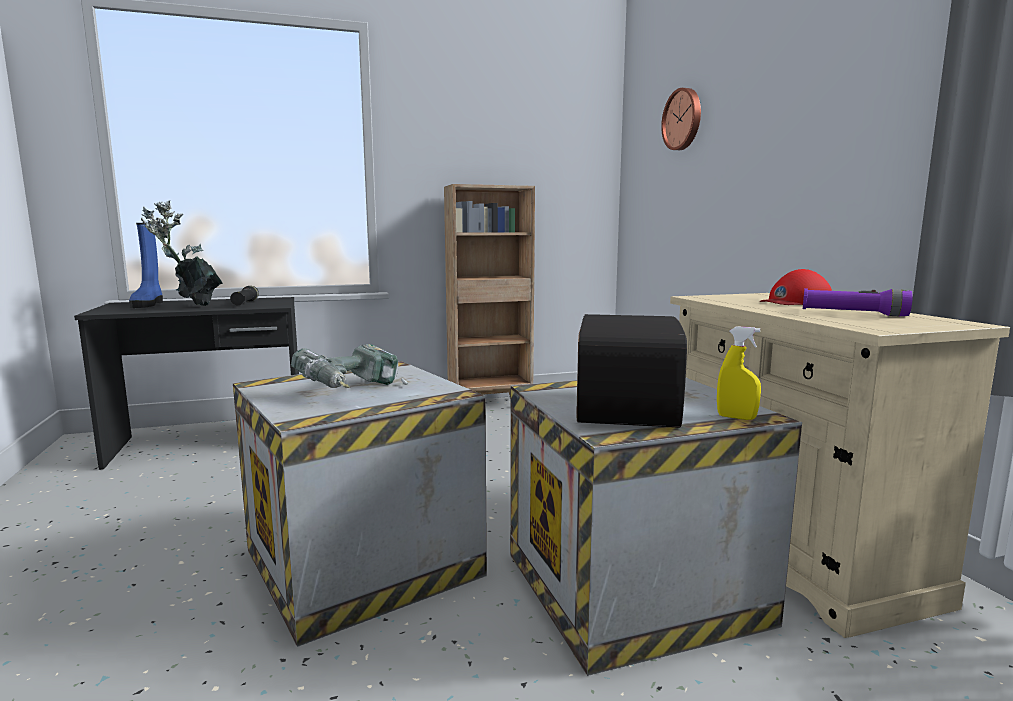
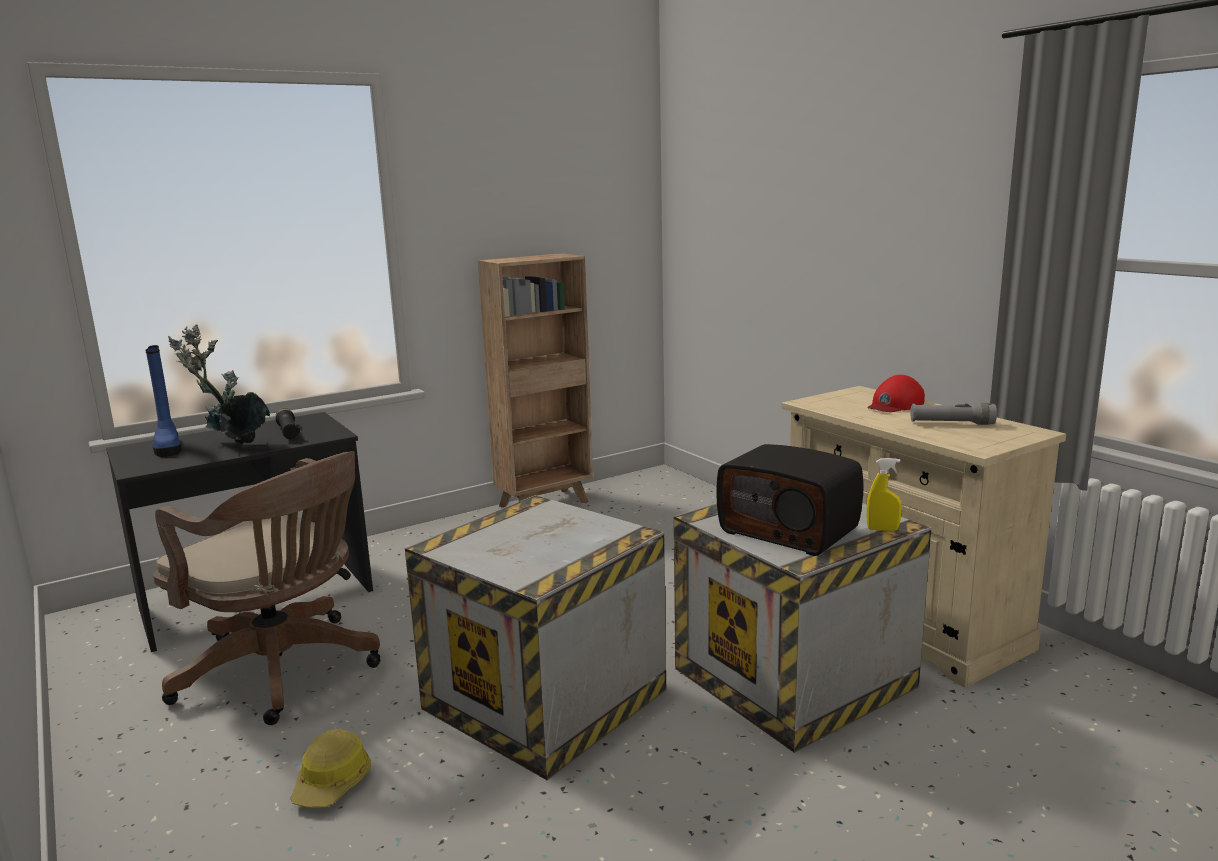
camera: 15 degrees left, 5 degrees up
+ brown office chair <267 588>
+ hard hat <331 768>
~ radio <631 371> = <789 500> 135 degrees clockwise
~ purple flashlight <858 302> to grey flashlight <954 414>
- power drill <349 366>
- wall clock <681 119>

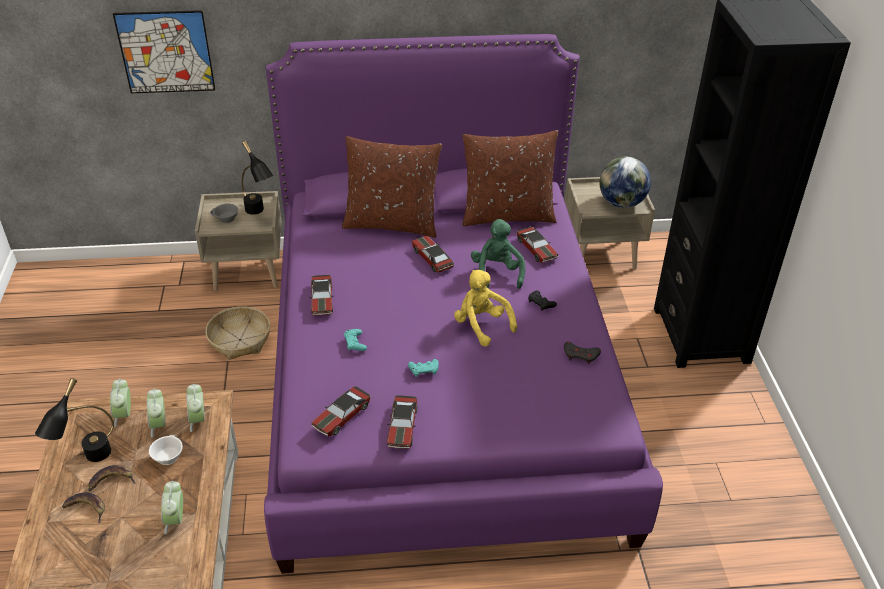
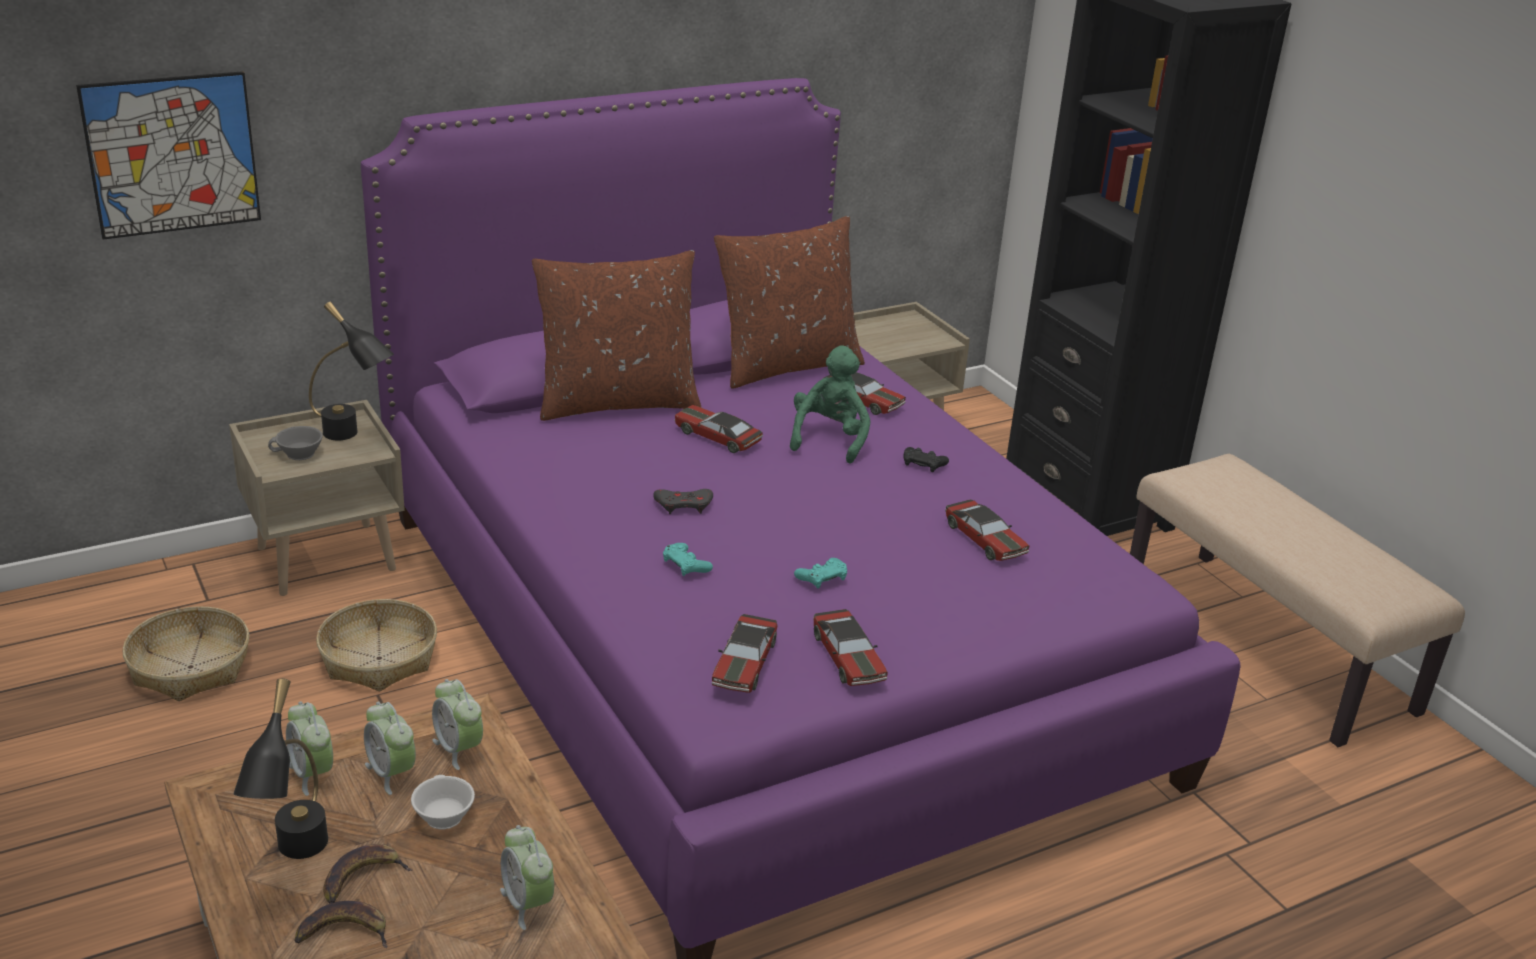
camera: 25 degrees left, 10 degrees down
+ basket <186 653>
~ grey game controller <582 353> to <683 501>
~ green plush toy <498 254> = <830 404> 45 degrees clockwise
~ toy car <321 295> to <987 530>
+ beige bench <1297 600>
- yellow plush toy <485 308>
- globe <625 182>

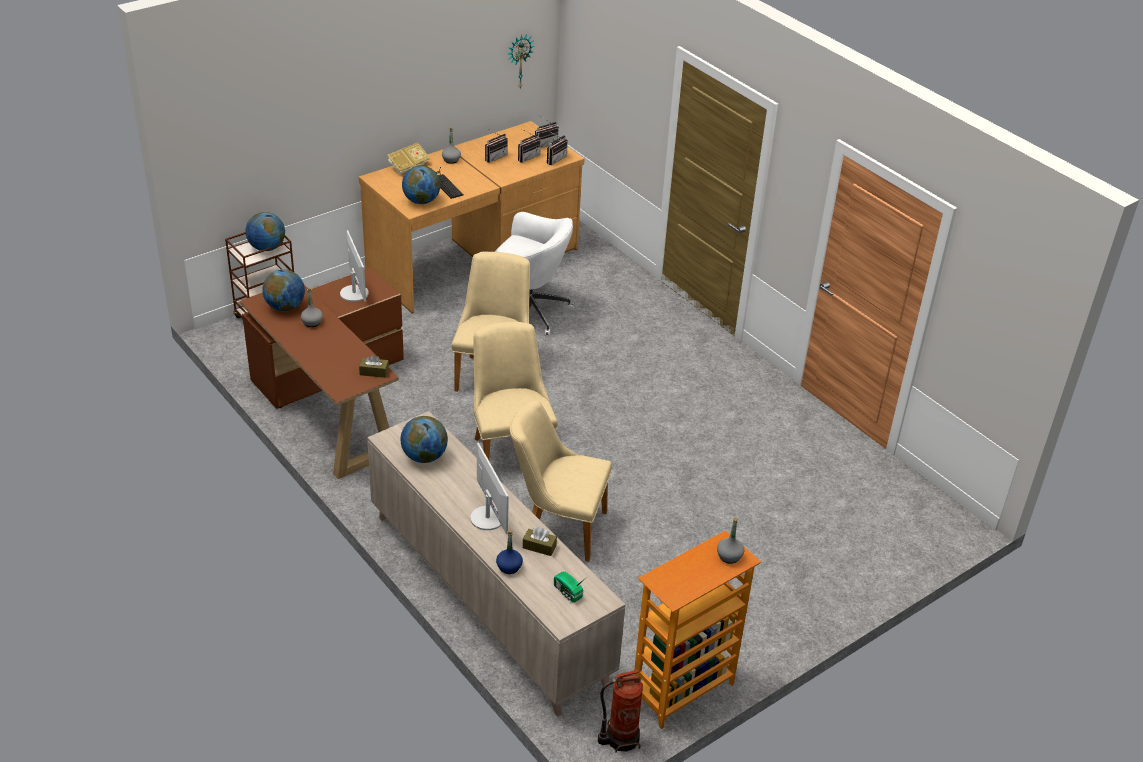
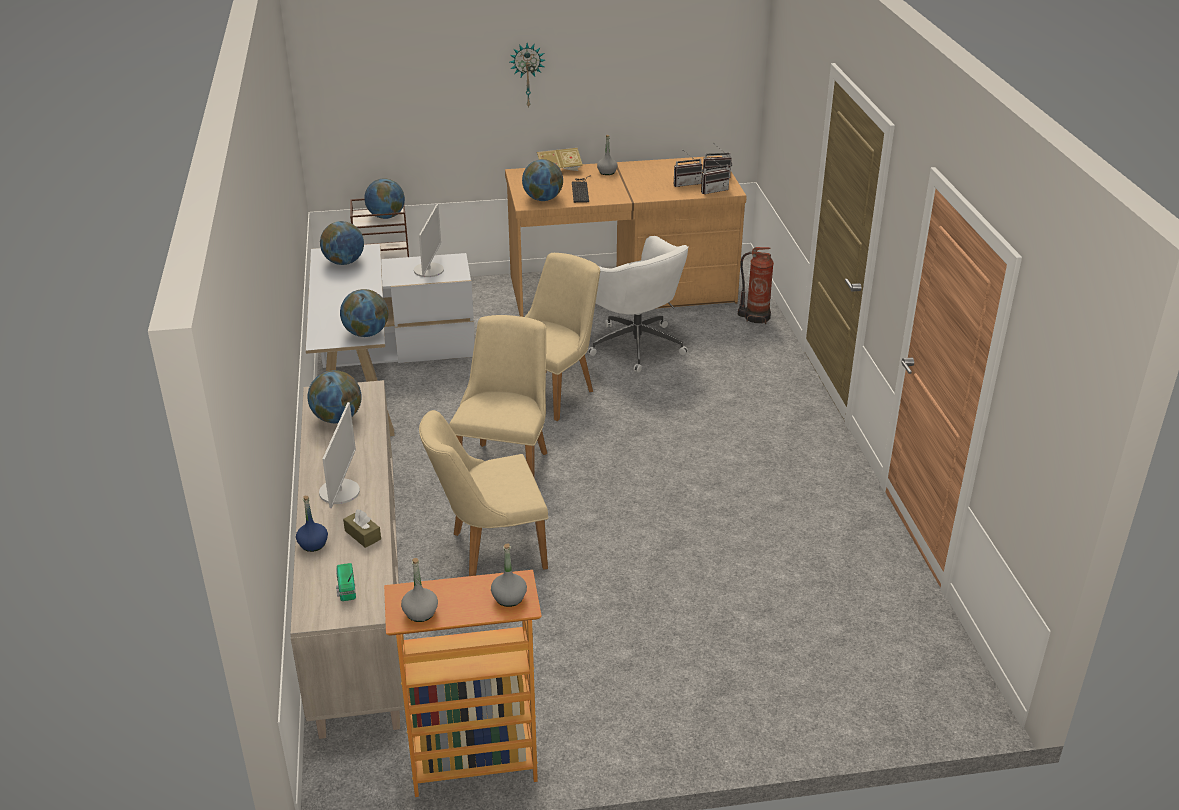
camera: 30 degrees right, 5 degrees down
~ brown desk <322 373> to white desk <390 340>
~ brown tissue box <374 366> to globe <364 313>
~ grey bottle <312 307> to <419 590>
~ beige chair <561 481> = <484 493> 60 degrees counterclockwise
~ wall clock <521 61> to <527 75>
~ fire extinguisher <620 711> to <756 285>
- radio <496 146>

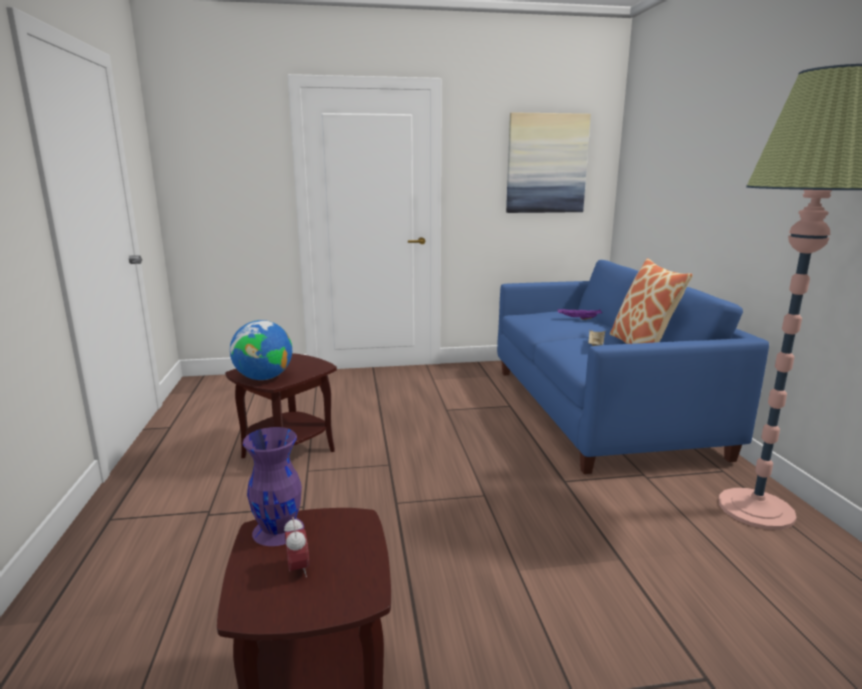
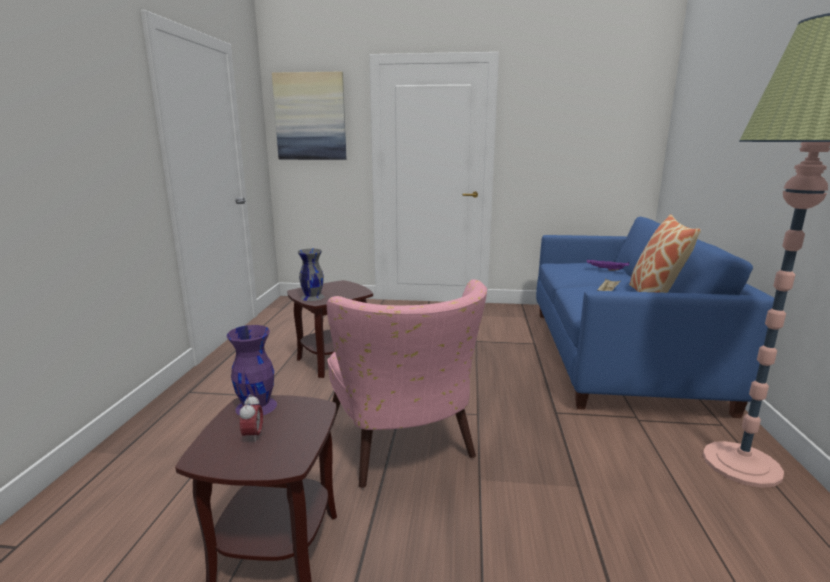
camera: 15 degrees right, 0 degrees up
~ picture <548 162> to <309 116>
~ globe <261 350> to grey vase <311 275>
+ pink armchair <407 383>

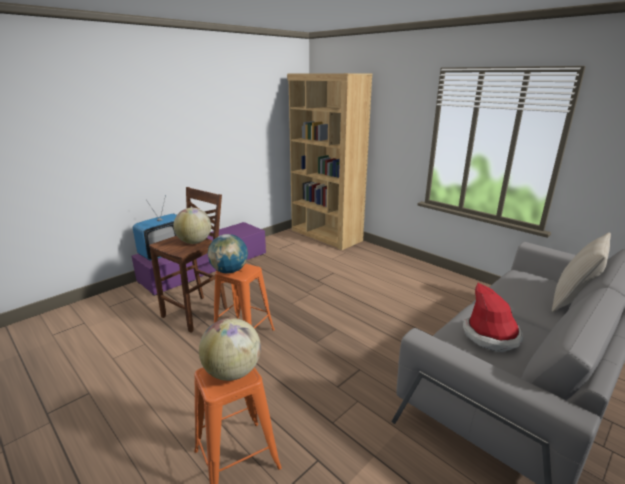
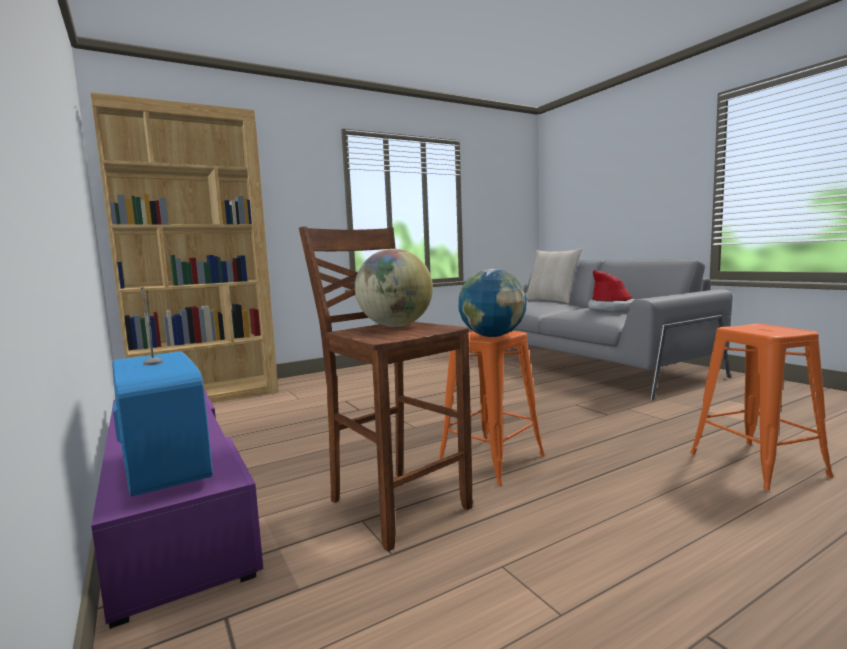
camera: 75 degrees left, 15 degrees down
- globe <230 349>

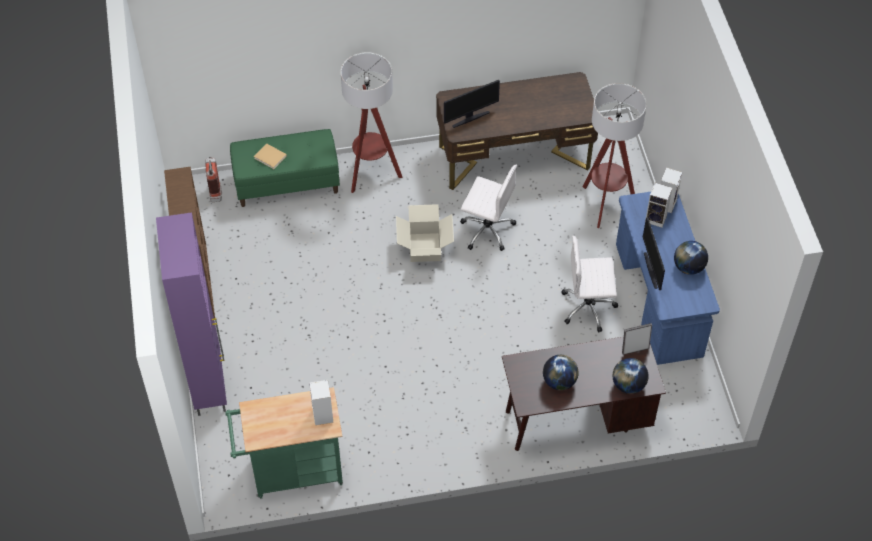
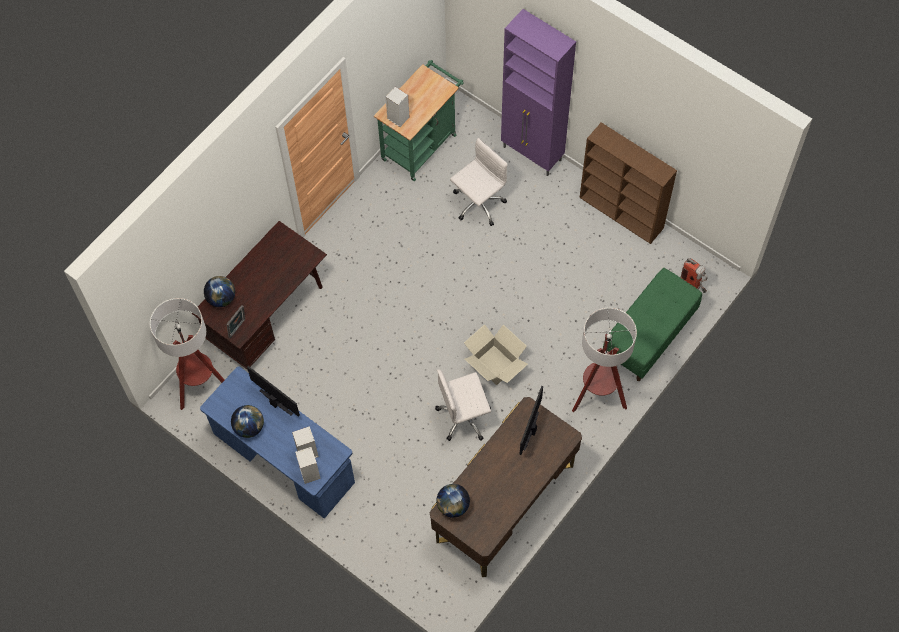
camera: 140 degrees right, 10 degrees up
~ floor lamp <615 155> to <187 354>
~ globe <561 372> to <453 501>
~ white office chair <589 284> to <478 182>
- beige book <270 156>

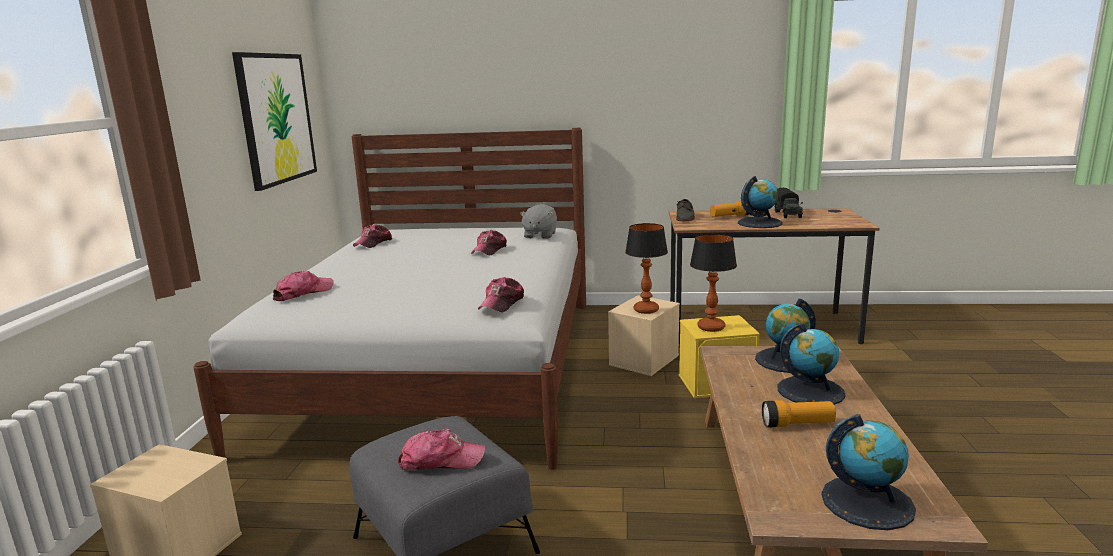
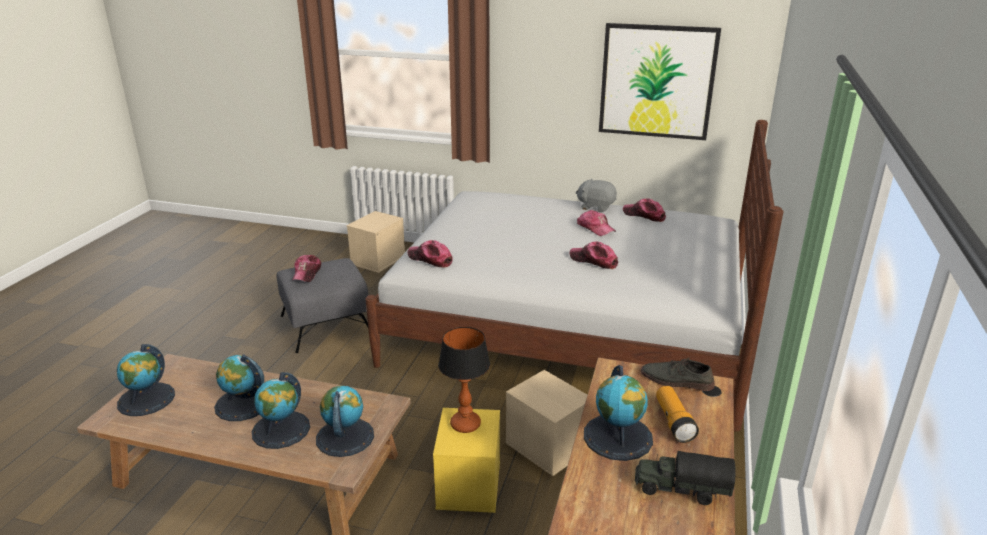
camera: 100 degrees right, 10 degrees up
~ flashlight <799 413> to globe <239 387>
~ grey plush toy <538 221> to <596 196>
~ cap <303 286> to <596 223>
- table lamp <646 268>

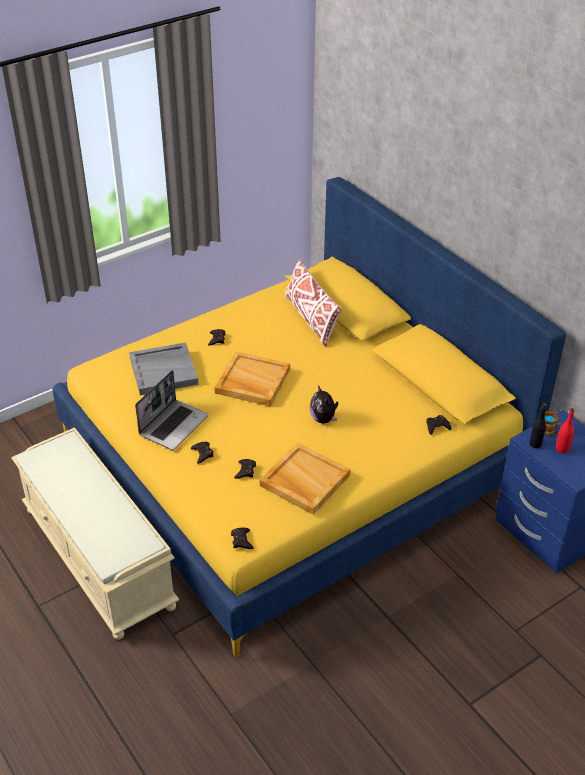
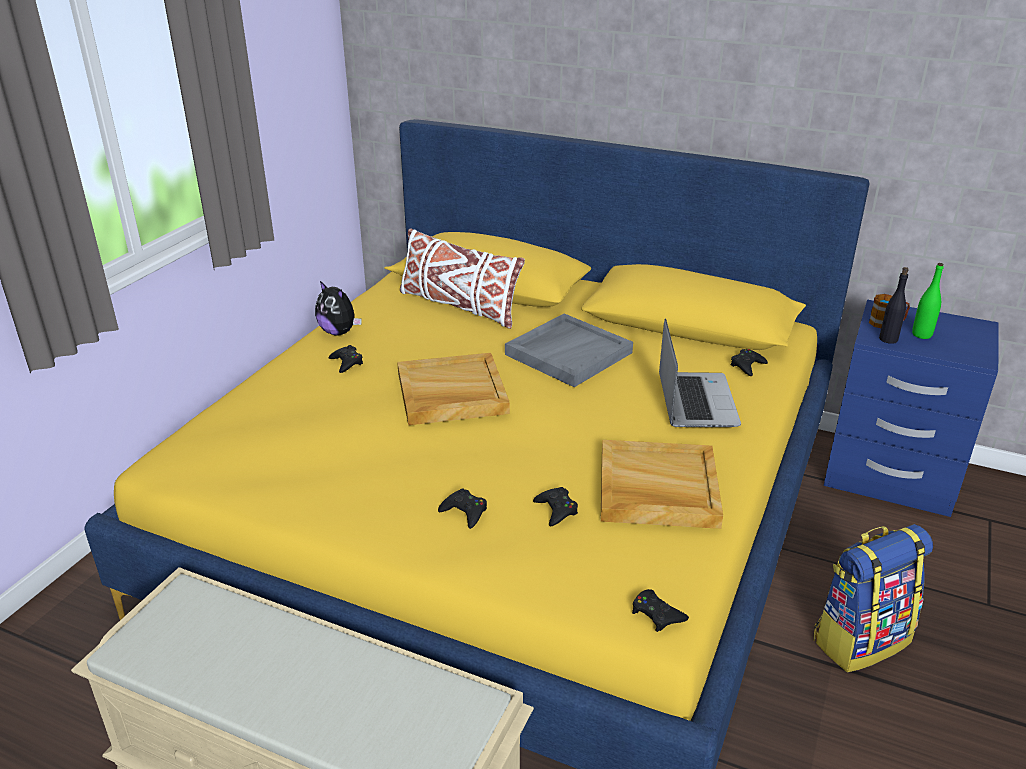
camera: 30 degrees left, 10 degrees down
~ plush toy <324 404> to <338 308>
~ grey tray <164 368> to <569 350>
~ laptop <171 410> to <700 372>
+ backpack <873 598>
~ red bottle <565 431> to green bottle <928 301>

